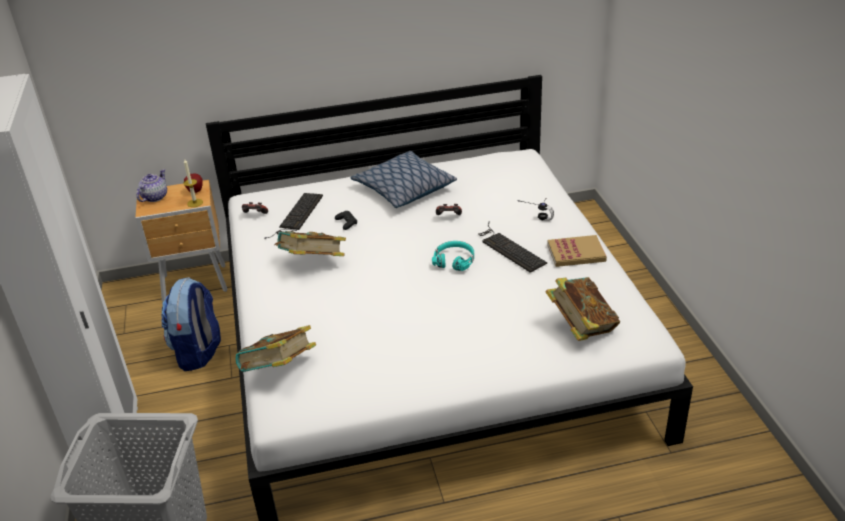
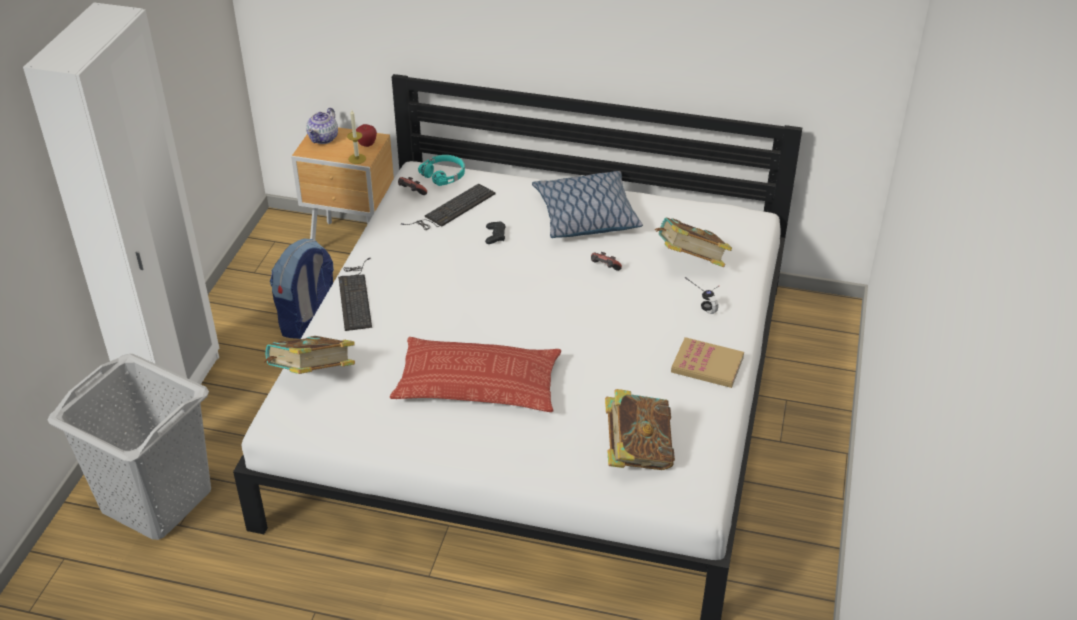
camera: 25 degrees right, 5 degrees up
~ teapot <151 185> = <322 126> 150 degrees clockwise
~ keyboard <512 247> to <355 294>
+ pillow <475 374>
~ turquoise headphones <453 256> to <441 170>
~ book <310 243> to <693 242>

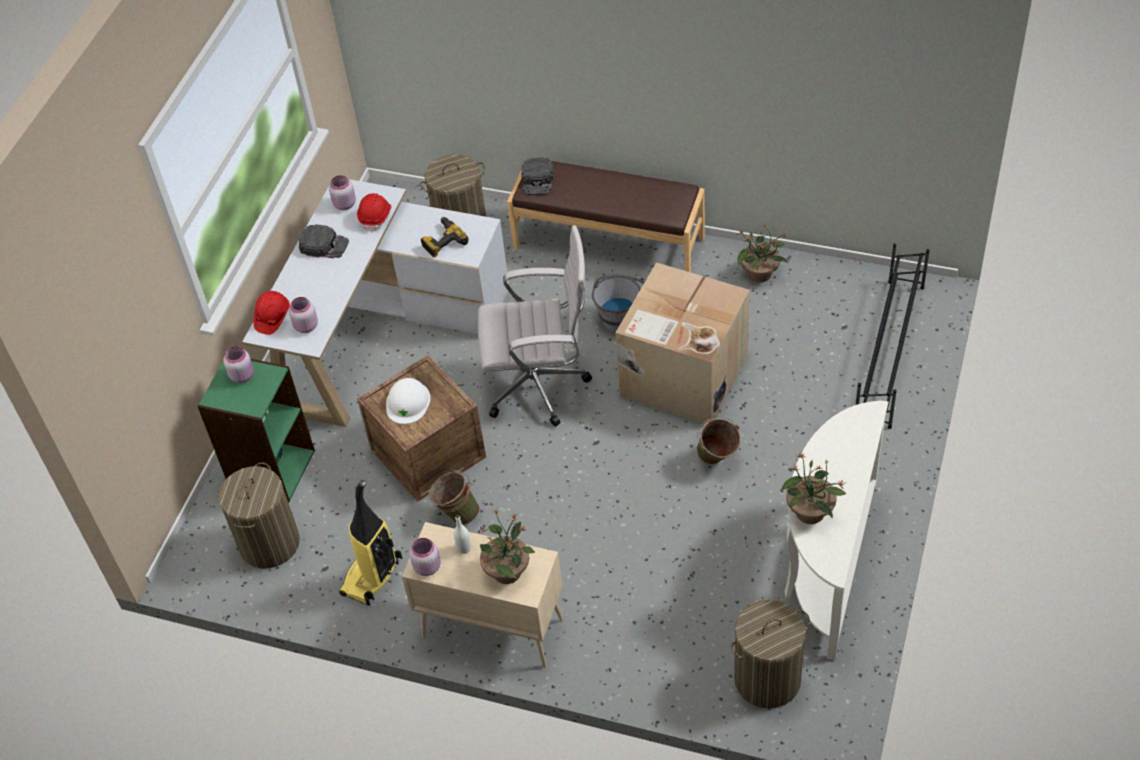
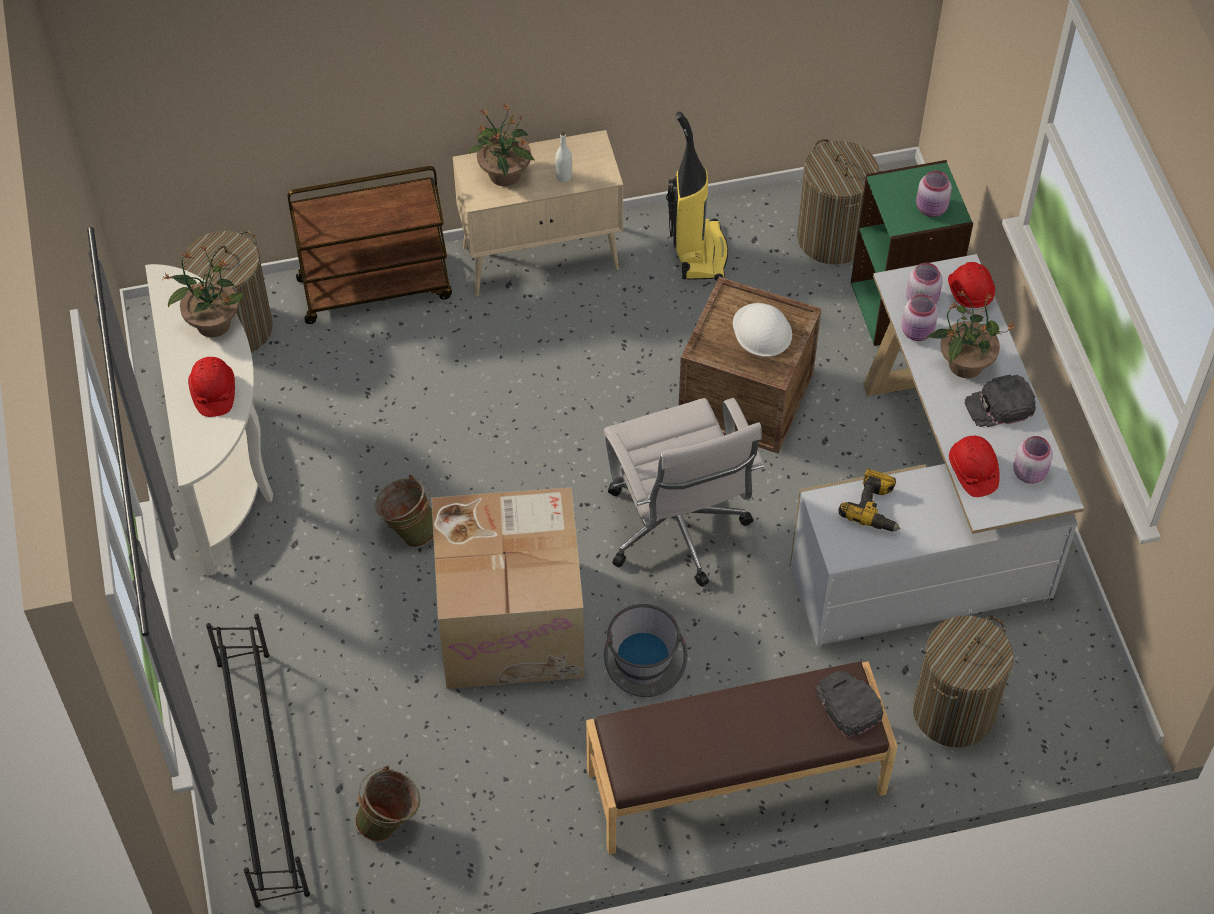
camera: 145 degrees right, 5 degrees up
+ red hard hat <211 387>
+ brown cart <370 245>
~ green bucket <454 497> to <387 804>
~ white office chair <535 325> = <684 492> 75 degrees counterclockwise
~ pink jar <425 557> to <919 317>
~ potted plant <762 253> to <971 334>

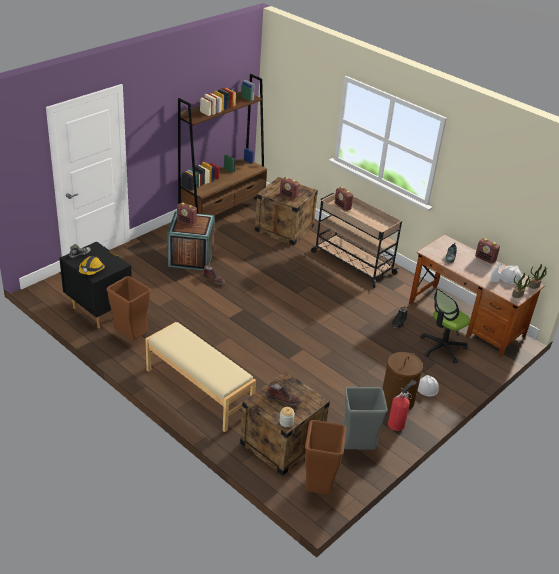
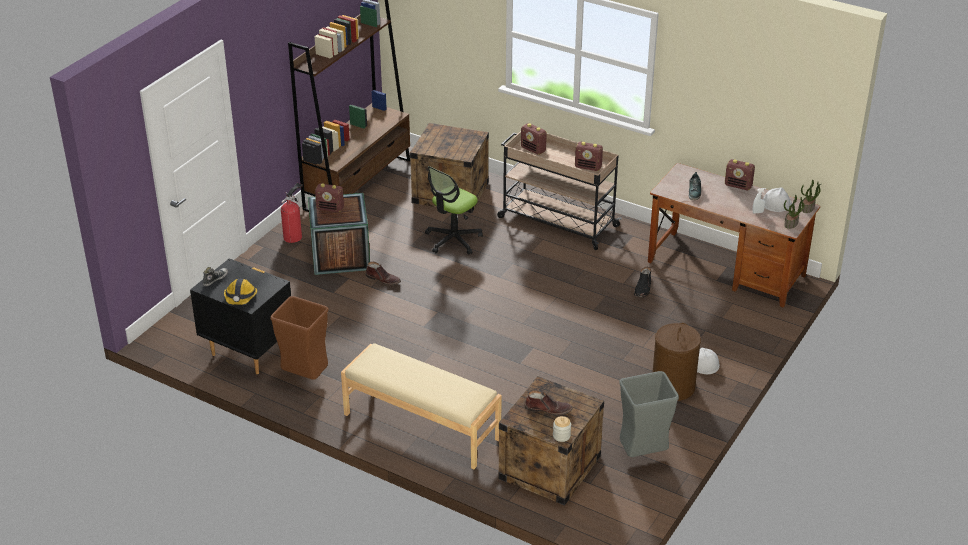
camera: 10 degrees left, 0 degrees up
~ fire extinguisher <402 405> to <292 213>
~ office chair <445 326> to <454 210>
~ radio <289 188> to <589 156>
- brown trash can <326 457>

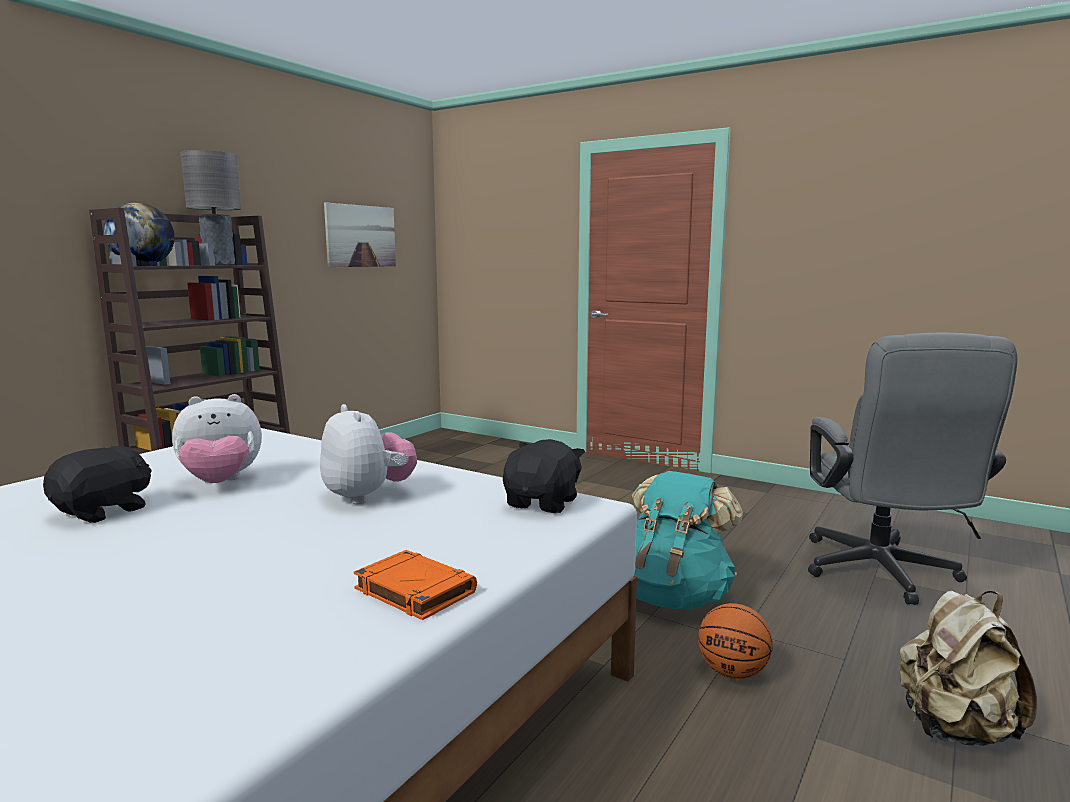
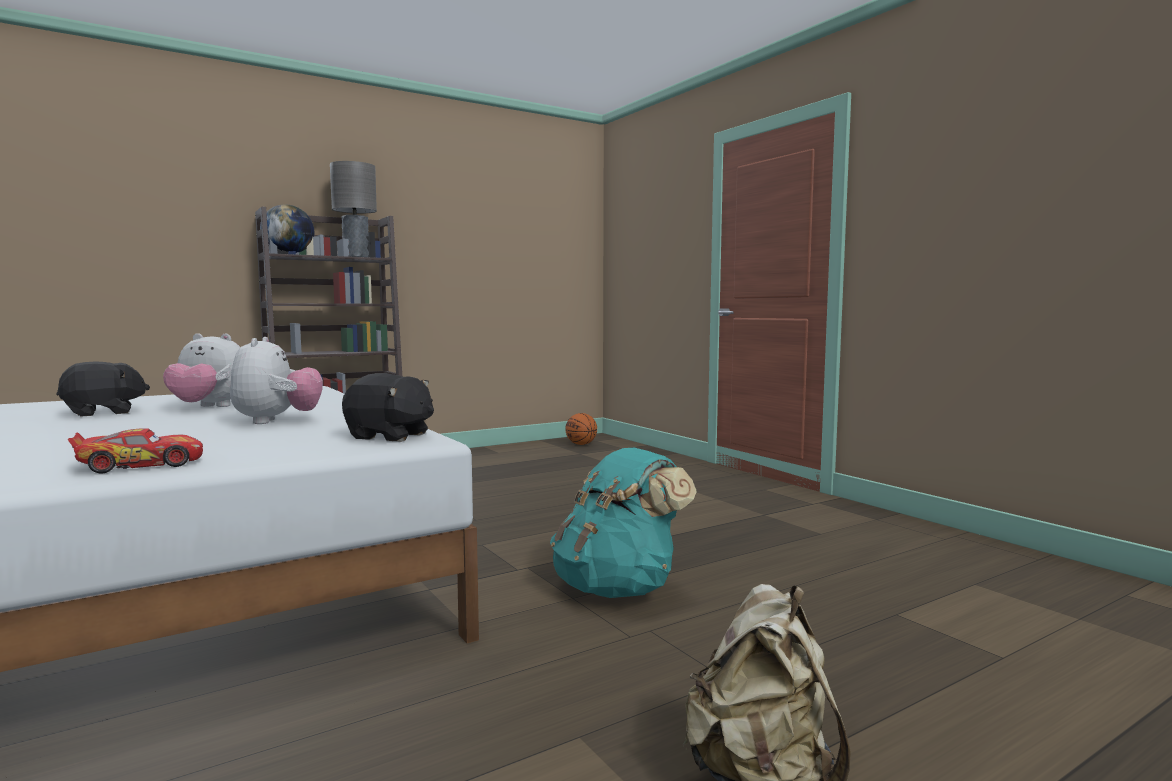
camera: 25 degrees right, 5 degrees down
~ orange book <415 585> to toy car <135 450>
~ black plush toy <544 476> = <388 407> 60 degrees clockwise
~ basketball <735 641> to <581 429>
- picture <360 234>
- grey office chair <913 469>

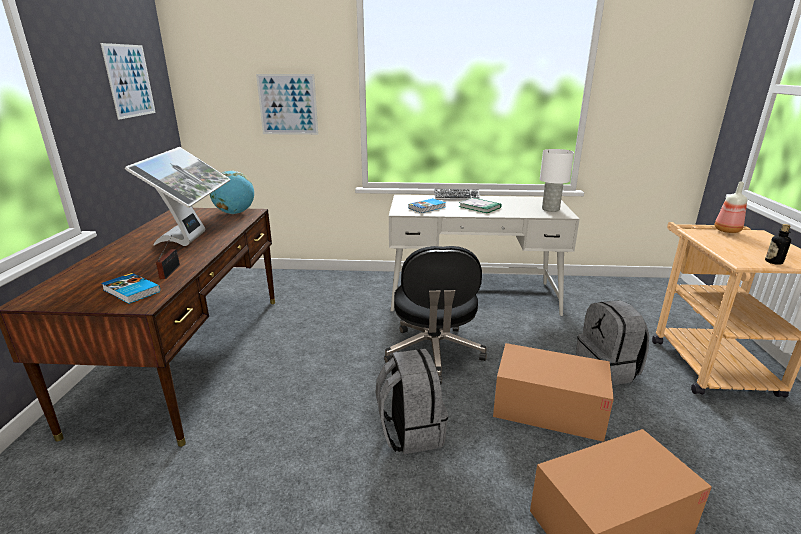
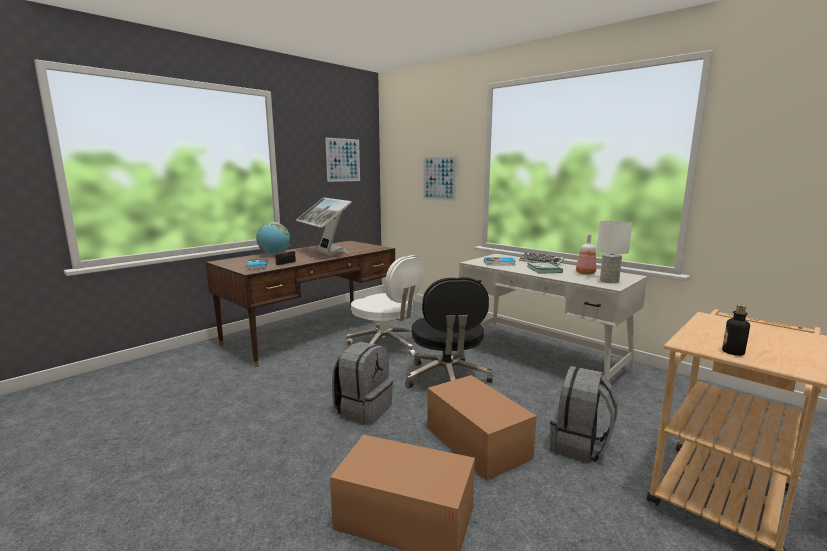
camera: 40 degrees right, 10 degrees down
~ globe <232 192> to <273 238>
~ monitor <177 196> = <323 226> 105 degrees clockwise
+ white office chair <386 306>
~ black office chair <435 315> = <449 332> 45 degrees counterclockwise
~ bottle <730 207> to <586 254>

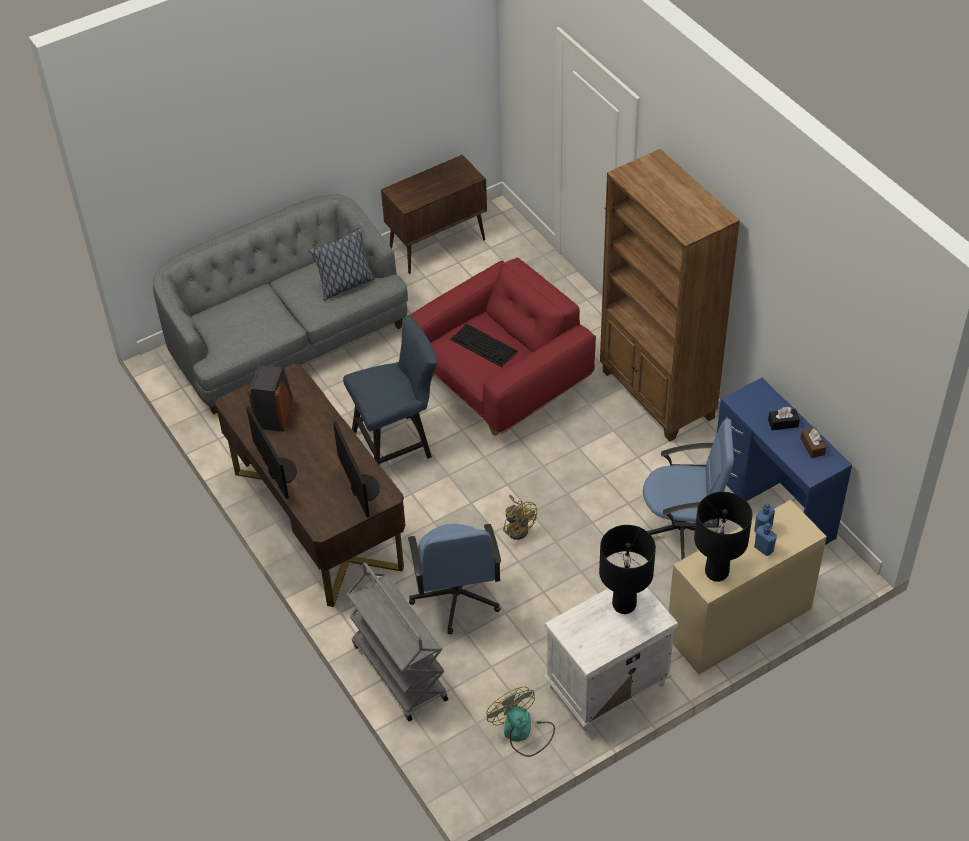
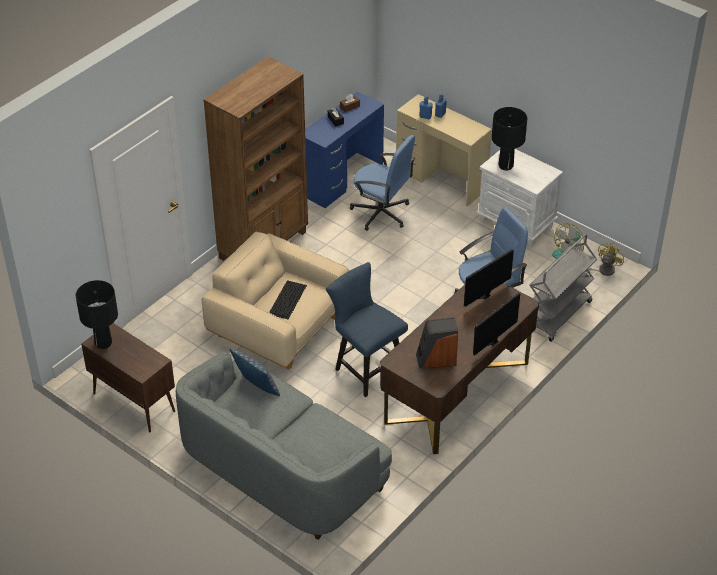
camera: 110 degrees left, 5 degrees down
~ black table lamp <723 537> to <97 314>
~ red armchair <503 347> to beige armchair <275 300>
~ blue office chair <688 489> = <382 183> 135 degrees clockwise
~ yellow fan <520 517> to <604 259>

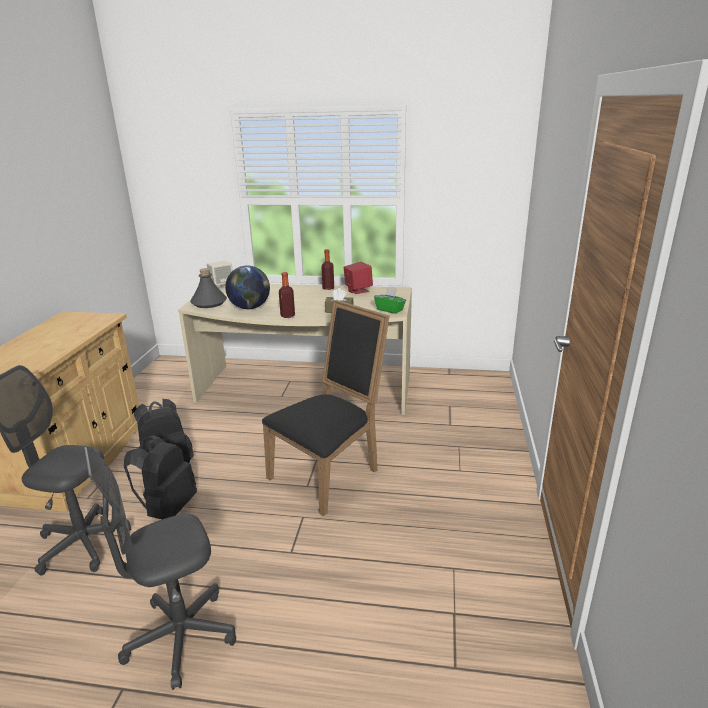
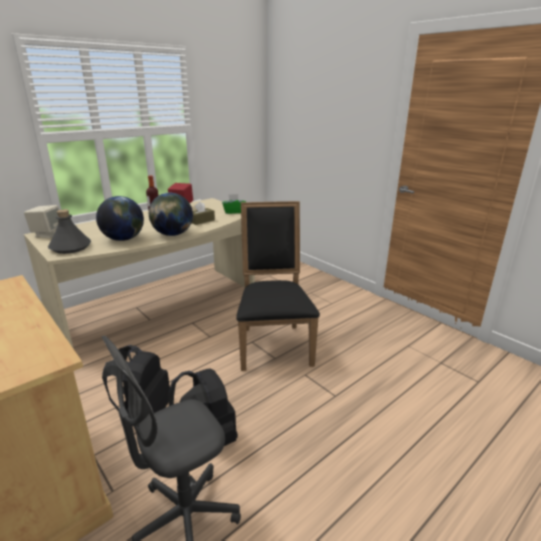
camera: 50 degrees left, 0 degrees up
~ bottle <287 295> to globe <171 214>
- grey office chair <160 568>

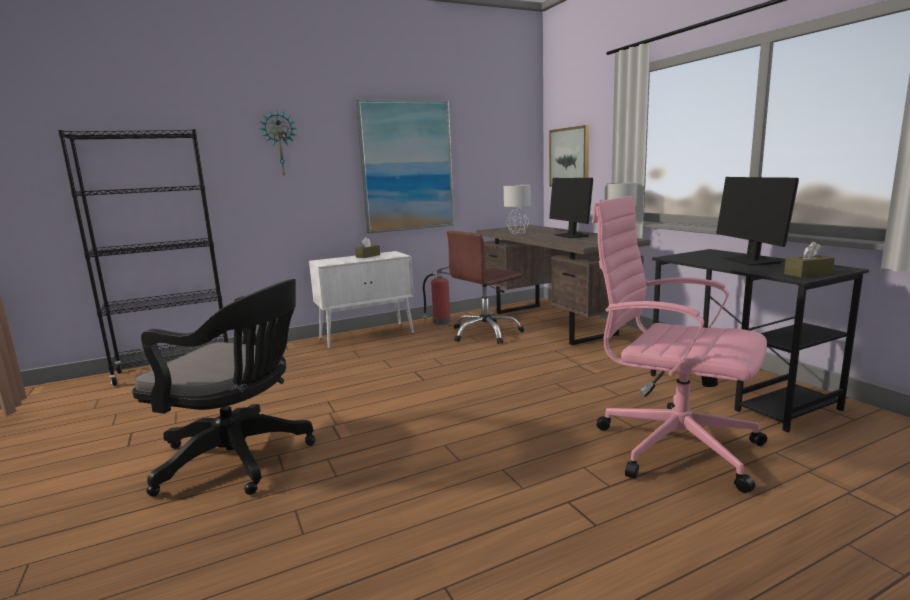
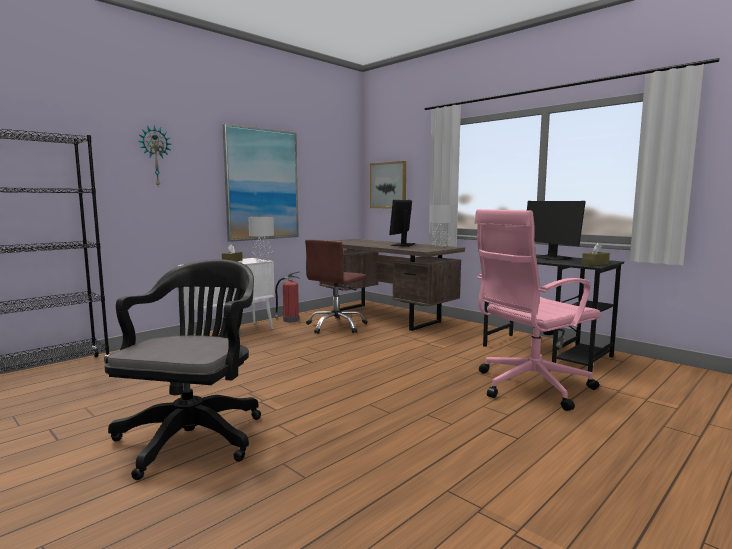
camera: 20 degrees left, 5 degrees down
~ black office chair <224 388> = <183 369> 75 degrees counterclockwise
~ grey table lamp <517 209> to <261 239>
~ monitor <571 208> = <402 223> 60 degrees clockwise
~ pink office chair <679 344> = <538 310> 45 degrees counterclockwise

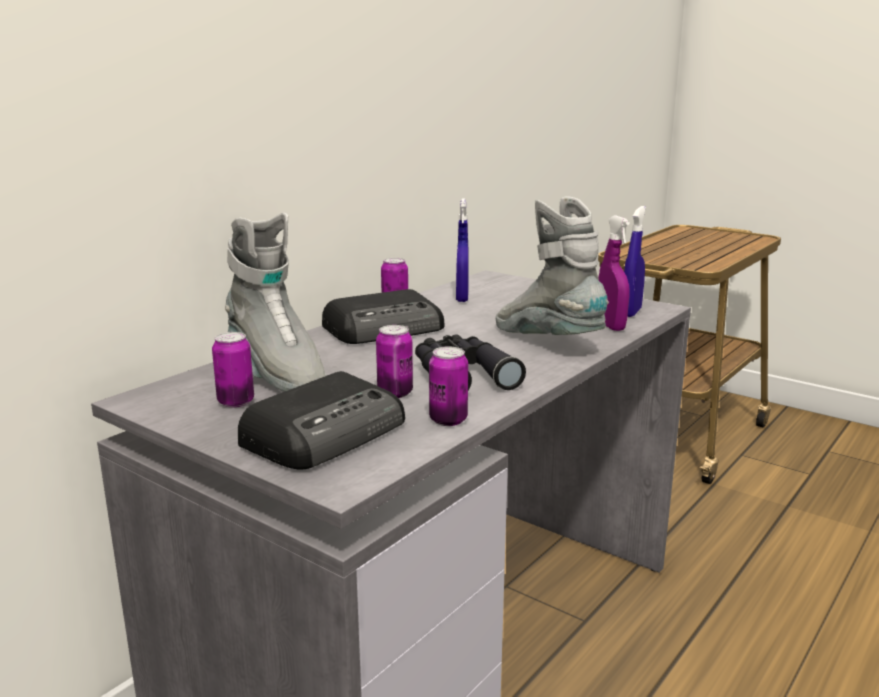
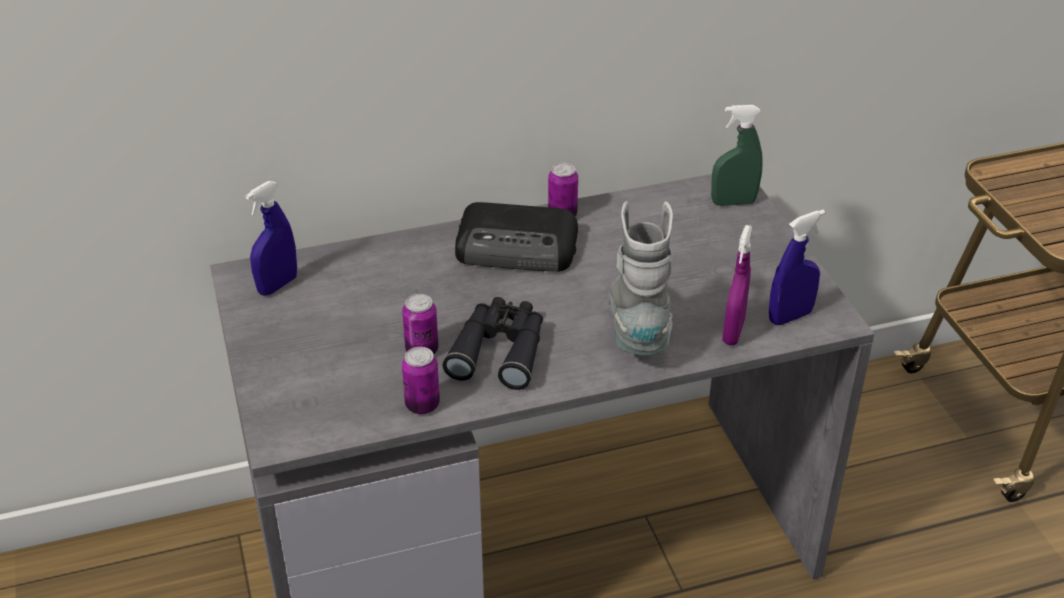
camera: 35 degrees right, 20 degrees up
~ blue spray bottle <462 250> to <271 238>
+ green spray bottle <737 155>
- can <233 370>
- grey boot <276 302>
- radio <321 420>

